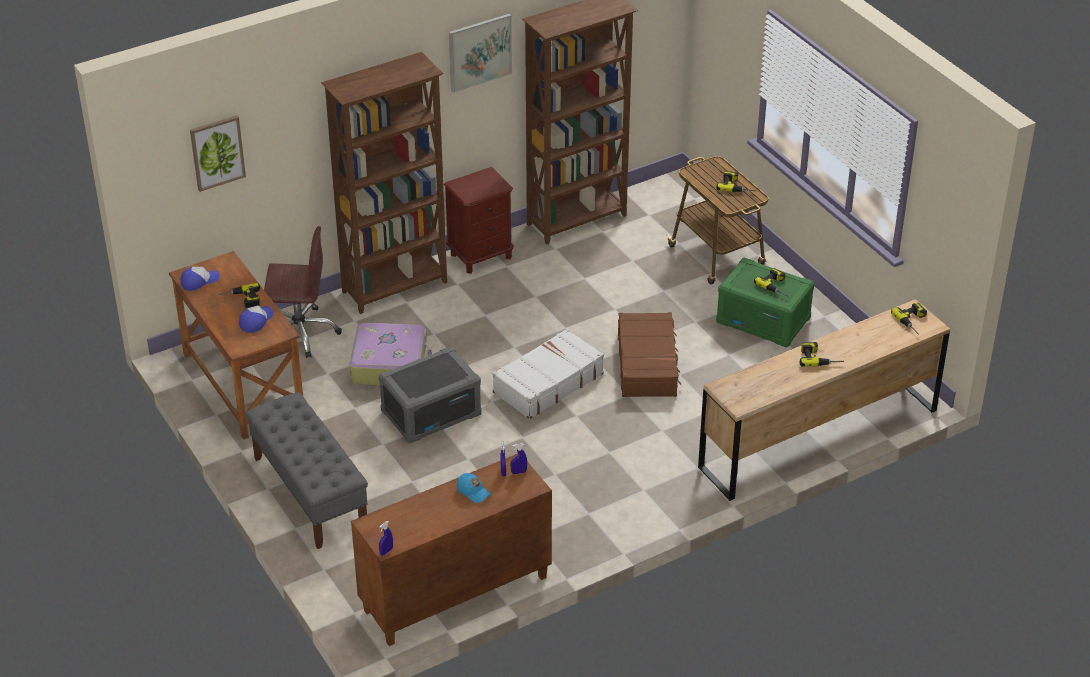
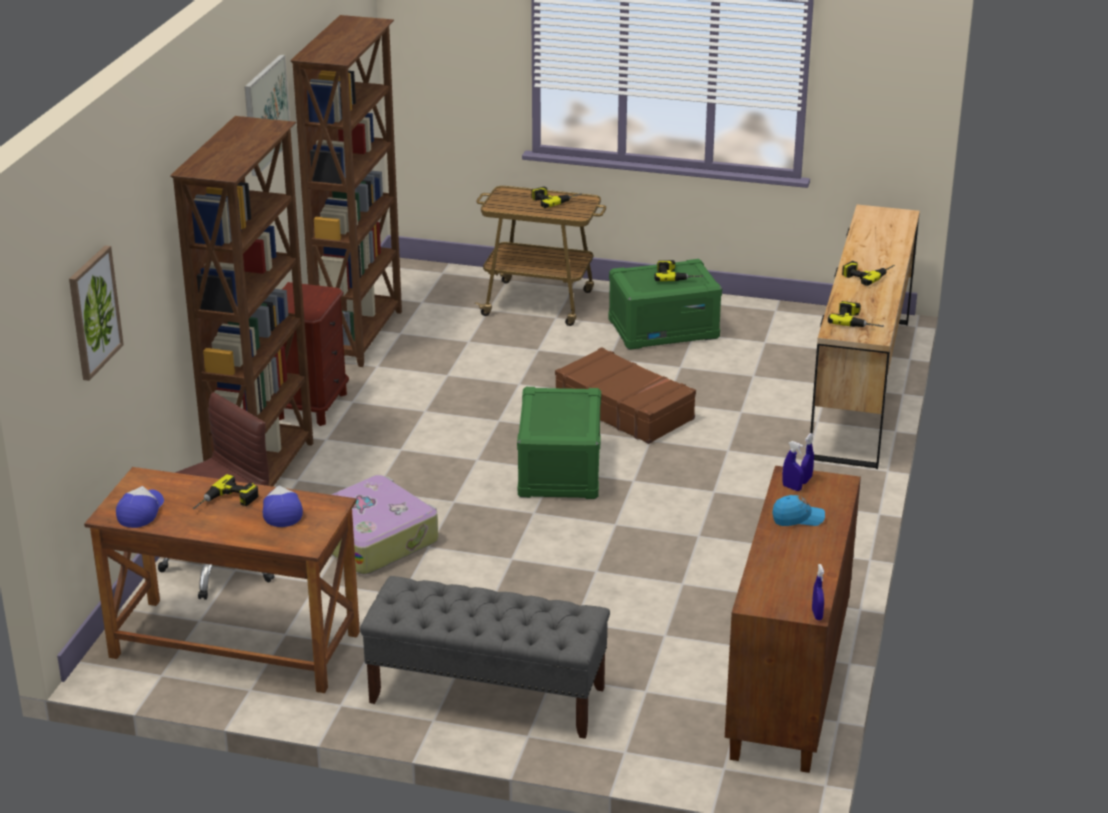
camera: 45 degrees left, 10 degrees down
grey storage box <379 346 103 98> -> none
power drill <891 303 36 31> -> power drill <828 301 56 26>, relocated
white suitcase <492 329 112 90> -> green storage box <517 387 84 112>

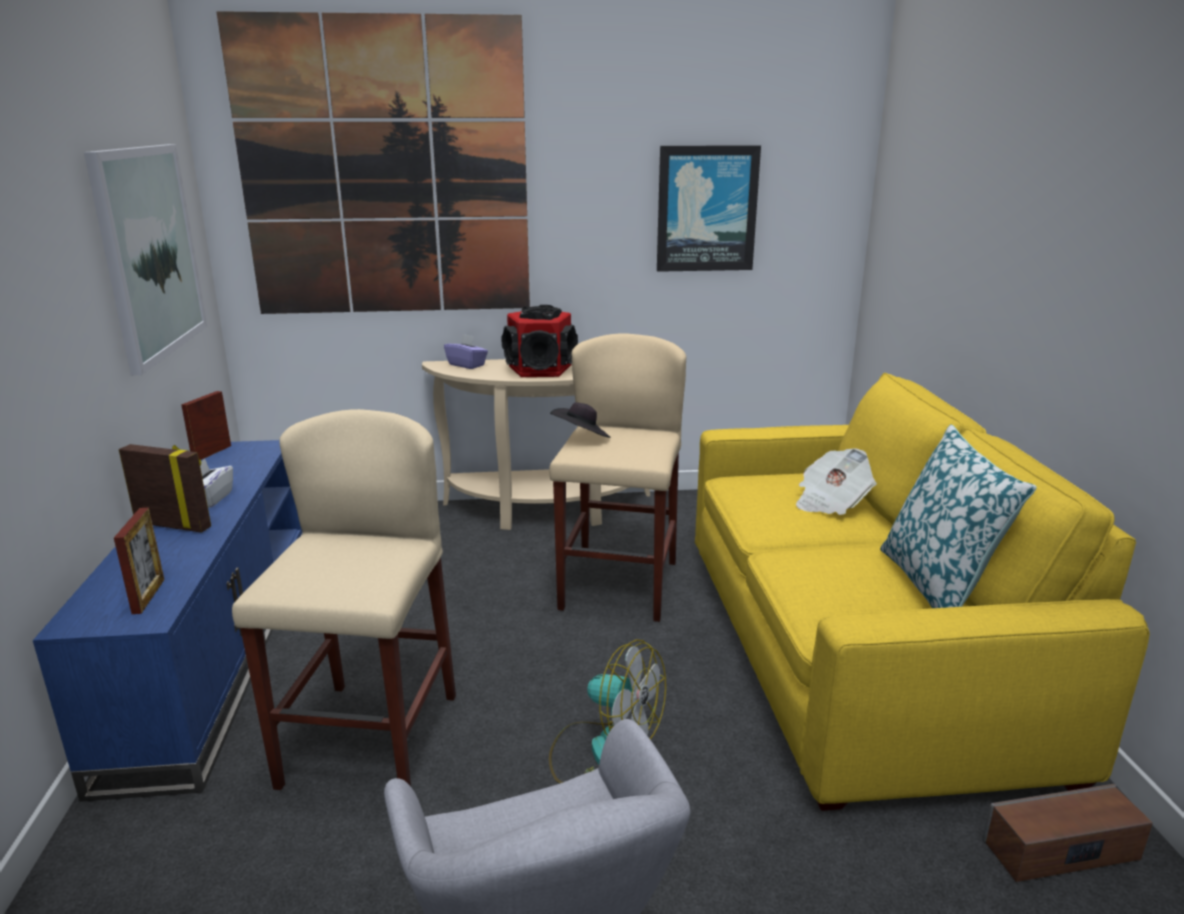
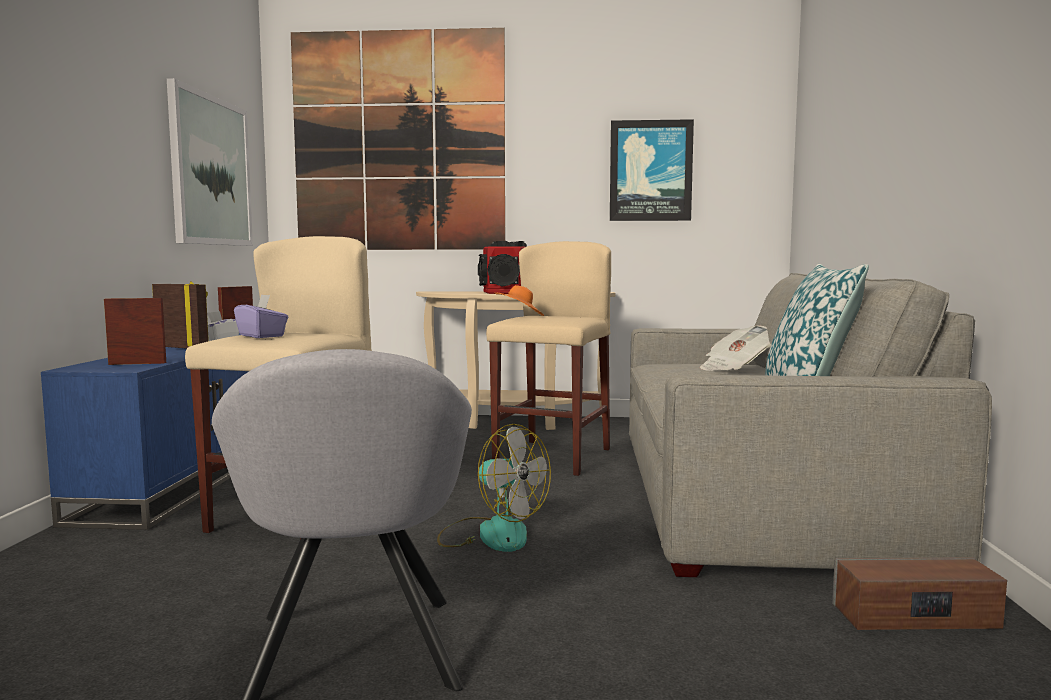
camera: 10 degrees right, 15 degrees down
purple tissue box <444 334 44 35> -> purple tissue box <234 294 54 44>, relocated
black hat <550 402 61 36> -> orange hat <494 285 50 31>
yellow sofa <695 373 455 438> -> grey sofa <629 273 363 304>
picture frame <114 508 50 106> -> picture frame <104 298 62 67>, 105 degrees counterclockwise

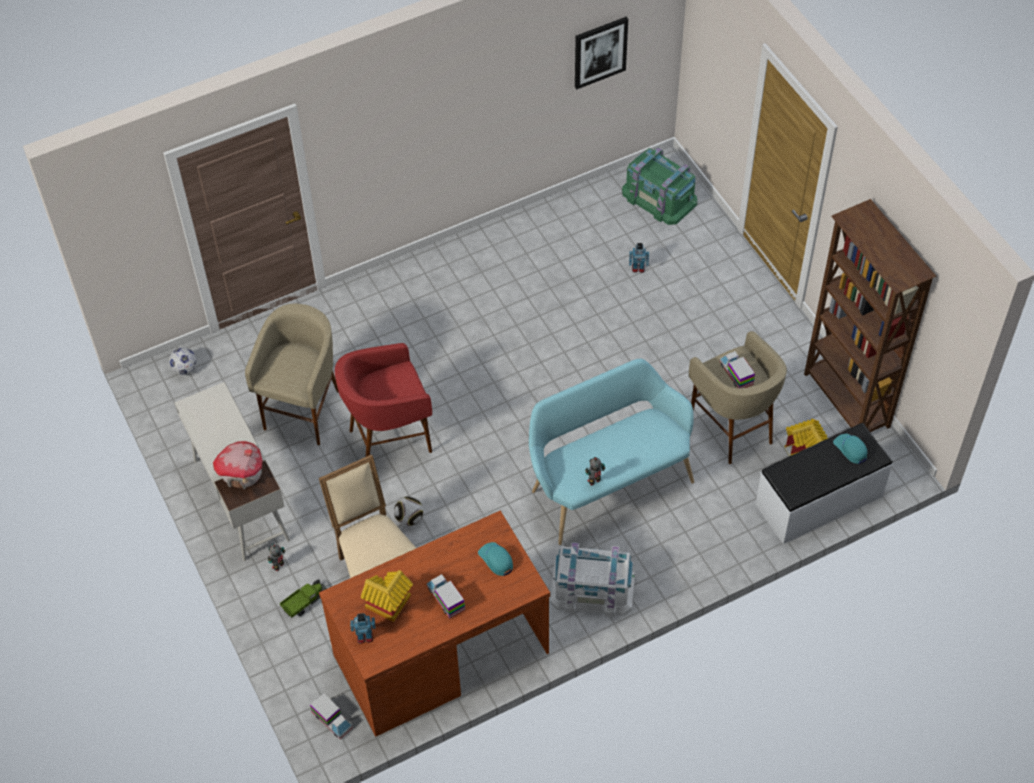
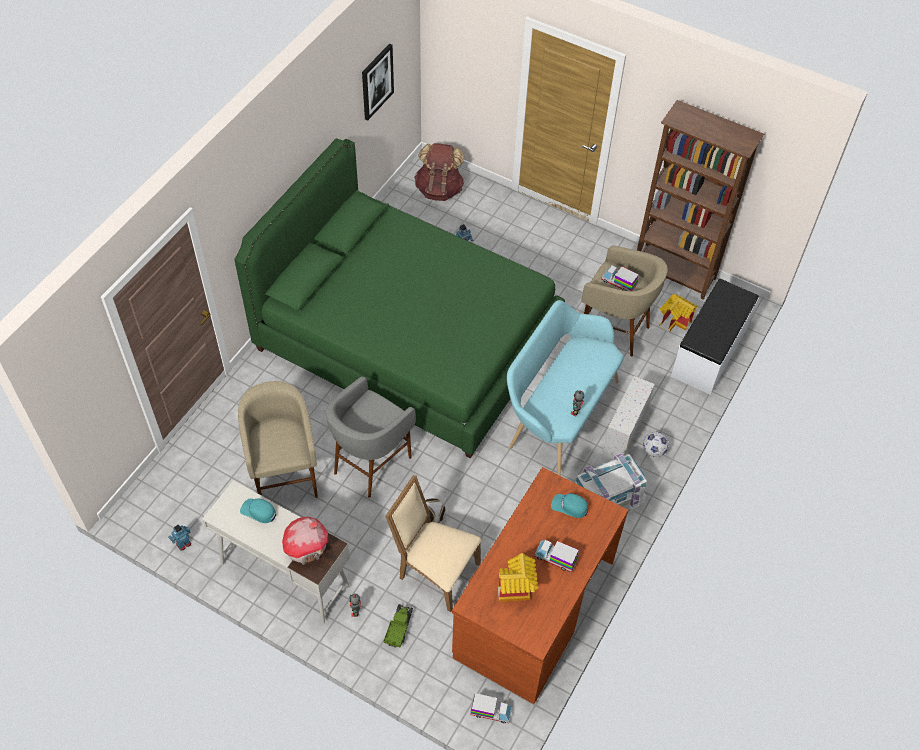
camera: 35 degrees left, 0 degrees up
none -> green bed <234 138 331 320>
none -> white storage box <603 376 52 80>
football <169 348 28 27> -> football <643 432 26 25>, relocated
toy robot <350 613 25 31> -> toy robot <168 525 23 26>, relocated
turquoise cap <833 434 34 30> -> turquoise cap <240 498 36 25>, relocated
green storage box <622 148 75 77> -> brown backpack <414 143 51 58>
red stool <335 343 97 114> -> grey stool <325 376 91 122>

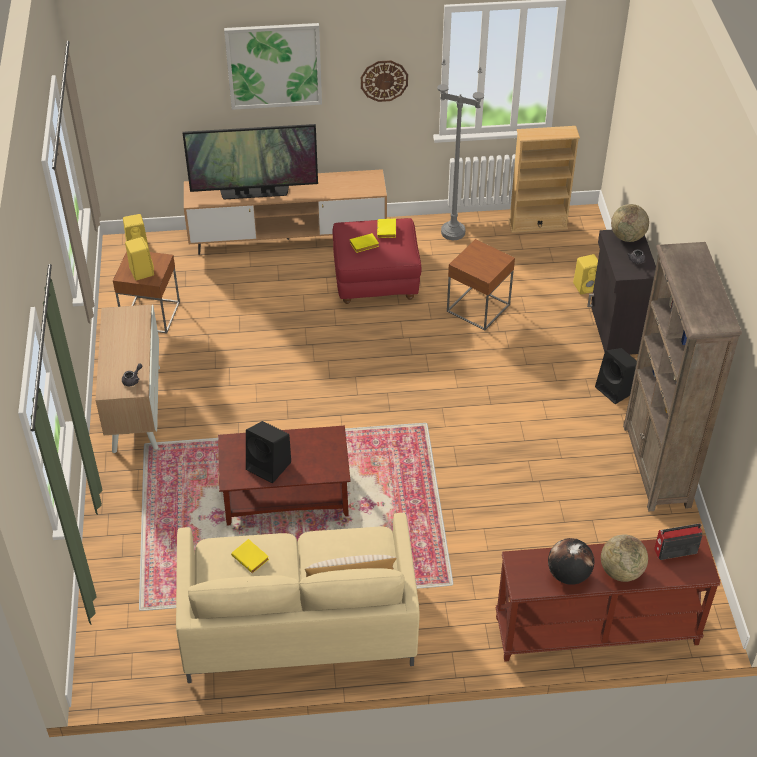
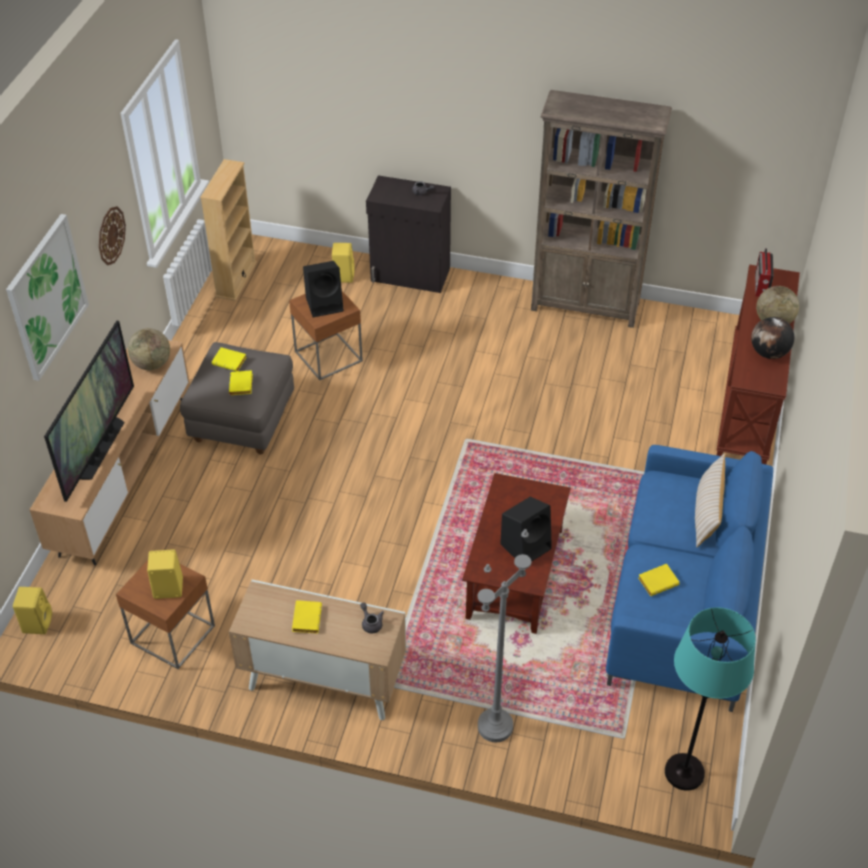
camera: 70 degrees left, 0 degrees up
none -> yellow book <292 600 30 34>
none -> turquoise floor lamp <665 607 91 184>
grey floor lamp <437 59 47 181> -> grey floor lamp <478 529 53 214>, relocated
black speaker <595 348 42 56> -> black speaker <303 261 41 56>, relocated
globe <611 204 38 38> -> globe <128 328 42 42>, relocated
beige sofa <176 513 244 170> -> blue sofa <606 445 167 267>
red ottoman <333 218 89 86> -> grey ottoman <180 342 114 112>

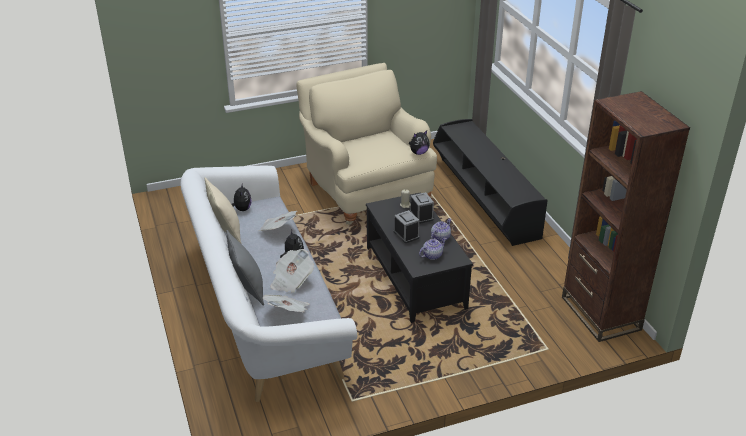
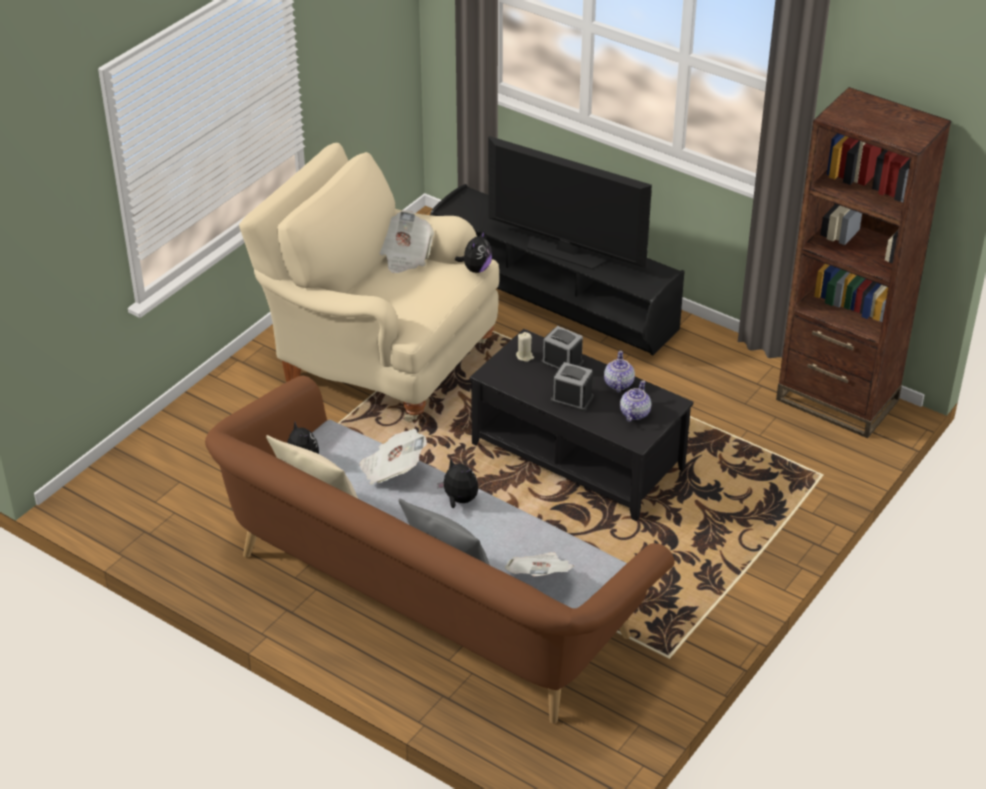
camera: 35 degrees left, 5 degrees up
none -> television <488 136 164 133>
newspaper <271 249 43 43> -> newspaper <380 210 54 63>, relocated
white sofa <180 166 177 236> -> brown sofa <205 376 470 348>

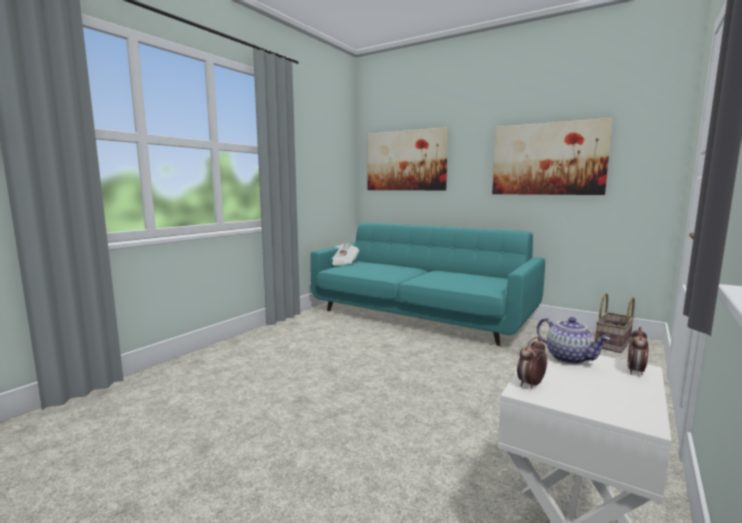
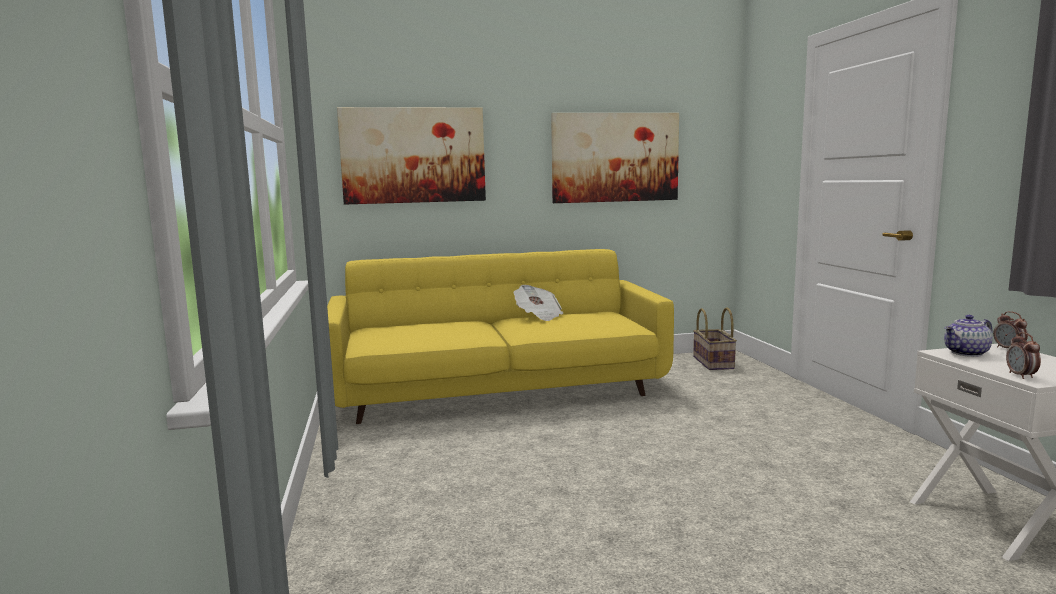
camera: 45 degrees left, 0 degrees up
newspaper <332 243 27 23> -> newspaper <513 285 51 36>, relocated
turquoise sofa <310 223 235 123> -> yellow sofa <327 249 347 175>
teapot <537 317 73 47> -> teapot <944 315 49 42>, 150 degrees clockwise

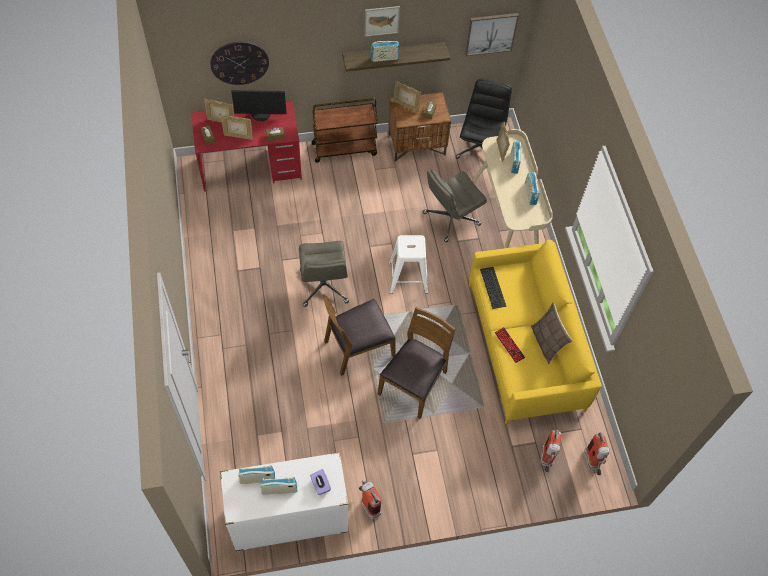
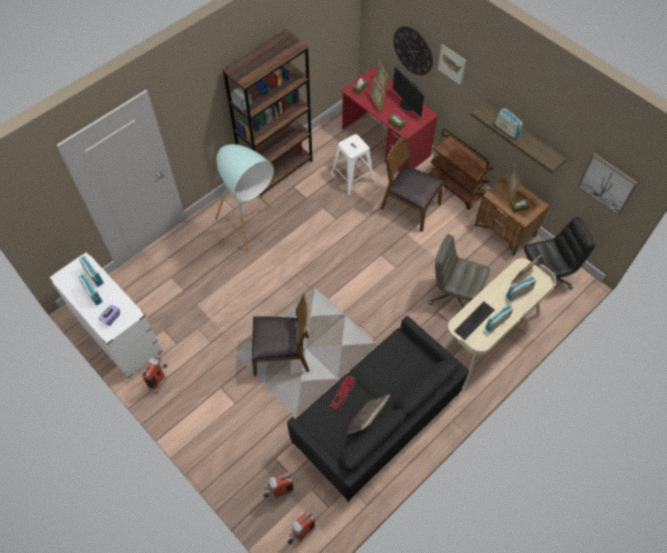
camera: 60 degrees right, 0 degrees up
grey office chair <299 241 50 66> -> none
none -> turquoise floor lamp <215 144 59 108>
none -> brown bookcase <222 29 91 170>
brown chair <323 294 73 82> -> brown chair <381 135 63 97>, relocated
picture <365 6 35 31> -> picture <437 44 29 41>, relocated
white stool <389 235 39 59> -> white stool <330 134 45 62>, relocated
keyboard <480 267 26 42> -> keyboard <454 301 41 39>, relocated
yellow sofa <469 240 133 184> -> black sofa <287 316 182 186>

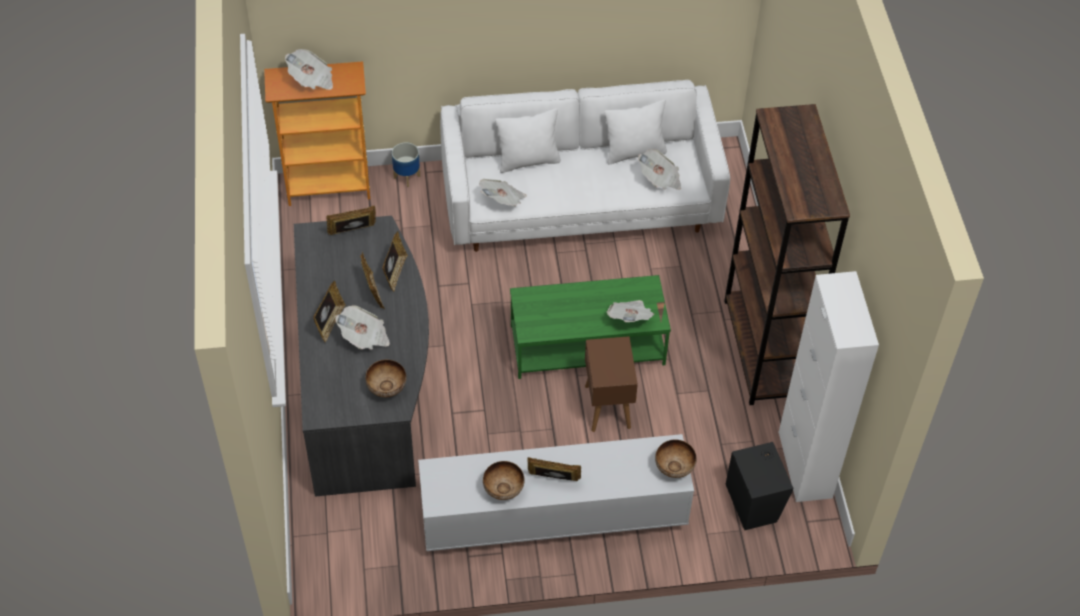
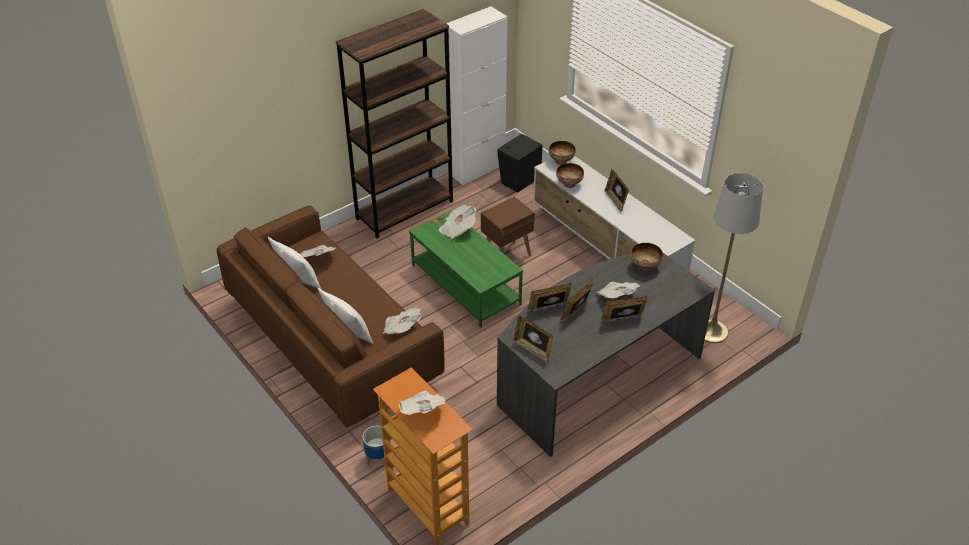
camera: 120 degrees left, 10 degrees down
none -> grey floor lamp <704 173 59 170>
bowl <483 461 42 39> -> bowl <556 163 28 25>, relocated
white sofa <440 80 290 172> -> brown sofa <217 205 228 223>

